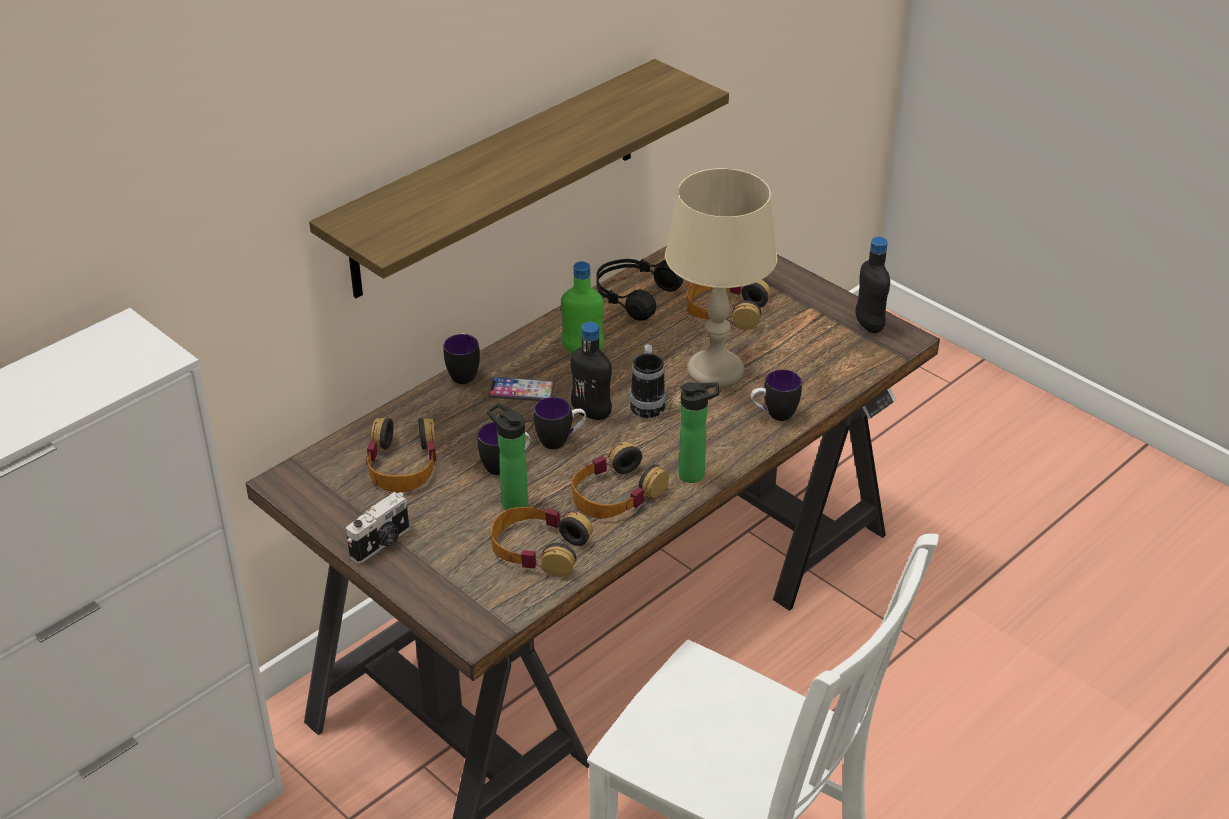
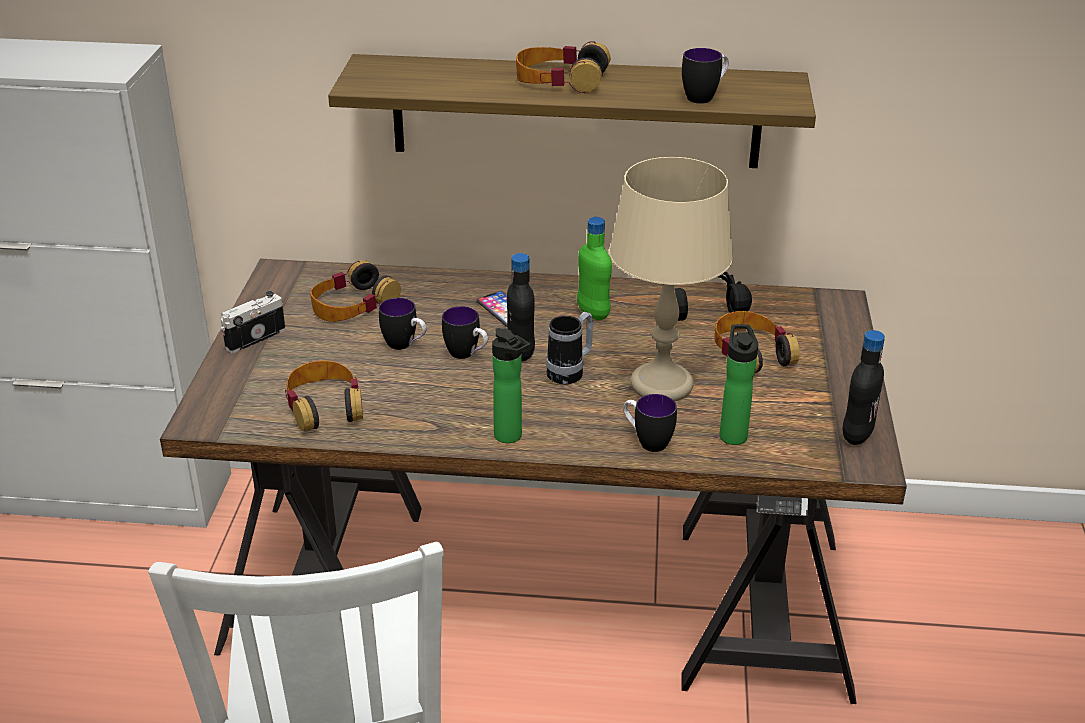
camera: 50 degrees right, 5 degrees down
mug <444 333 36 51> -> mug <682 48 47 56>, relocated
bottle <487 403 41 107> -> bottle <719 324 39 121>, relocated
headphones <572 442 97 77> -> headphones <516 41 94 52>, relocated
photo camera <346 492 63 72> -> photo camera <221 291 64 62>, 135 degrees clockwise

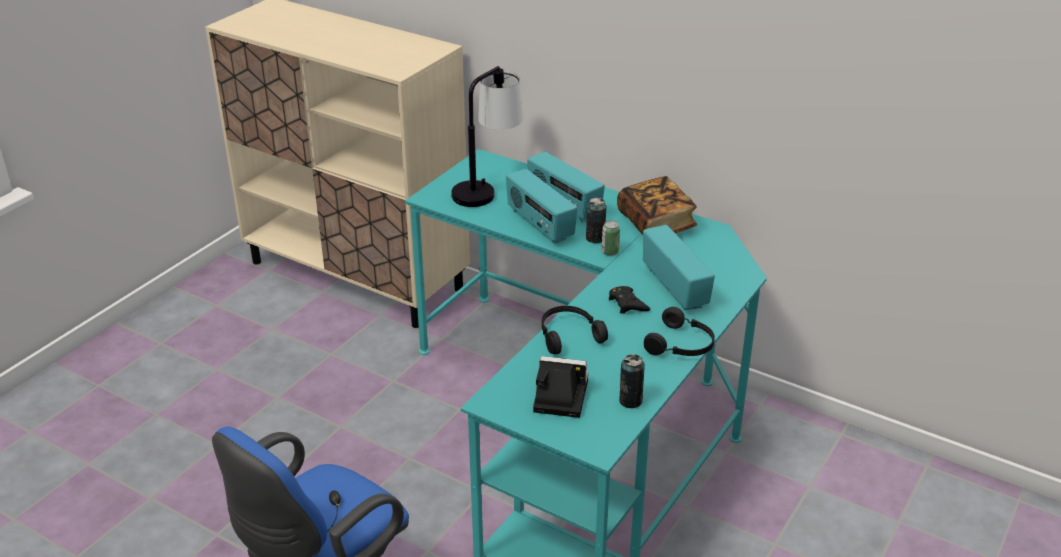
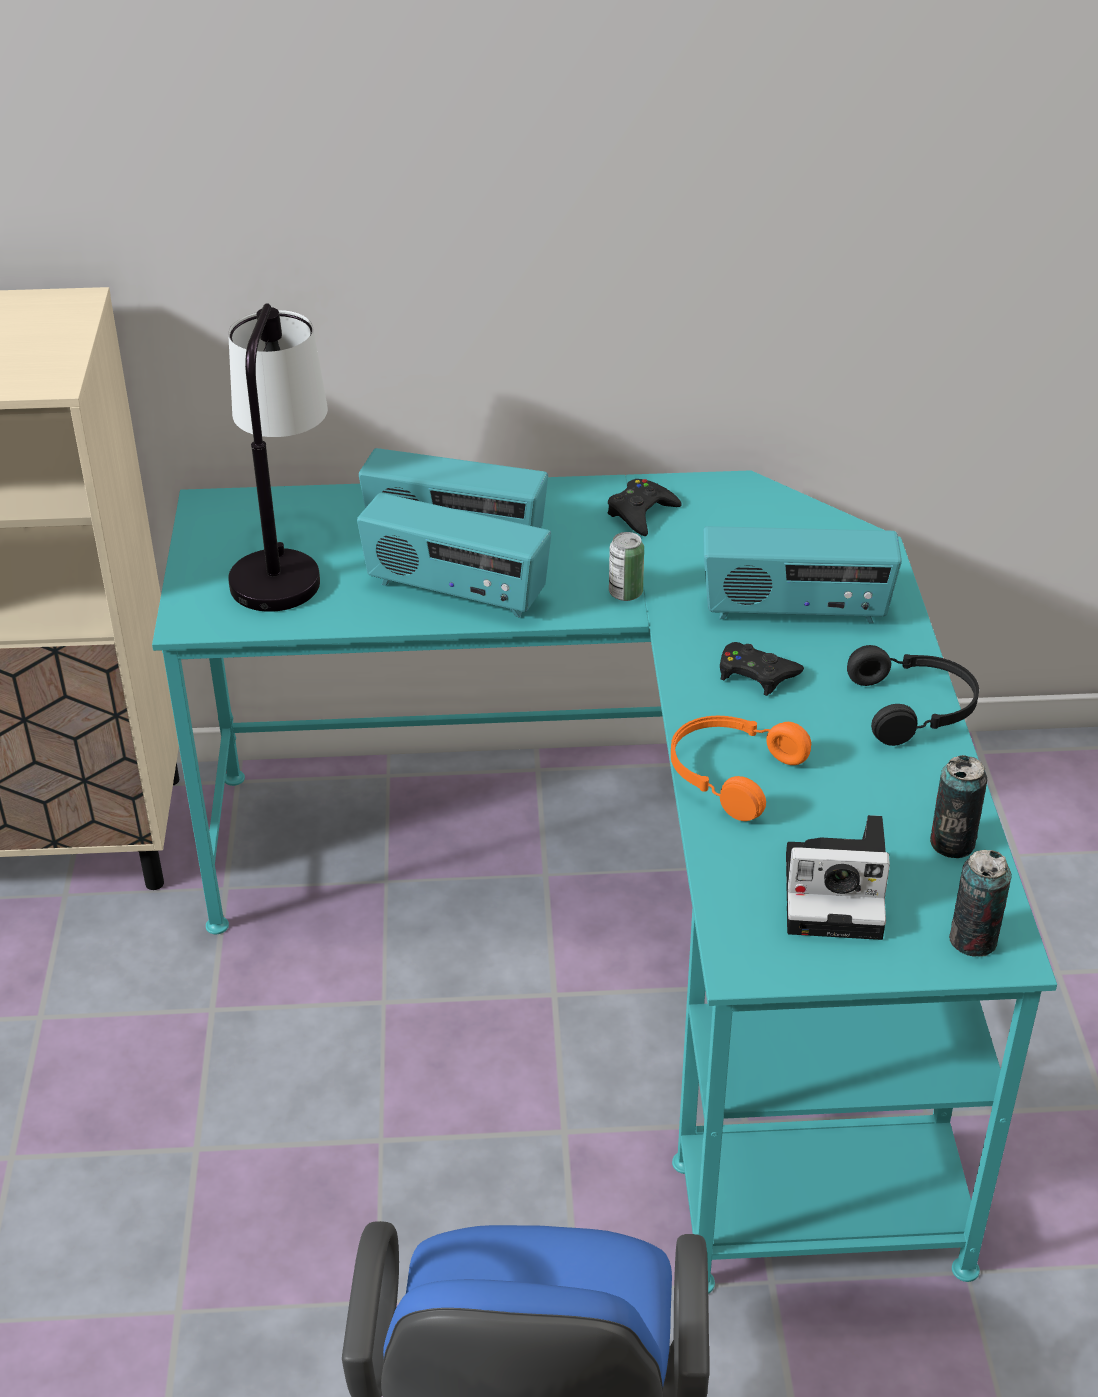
camera: 35 degrees left, 5 degrees up
can <586 198 20 45> -> can <949 850 62 107>, relocated
book <617 176 80 59> -> black game controller <608 479 74 57>
black headphones <542 306 66 48> -> orange headphones <671 716 140 105>
photo camera <533 356 56 62> -> photo camera <786 815 104 125>, 150 degrees counterclockwise
radio <643 225 72 85> -> radio <703 526 199 97>, 150 degrees clockwise

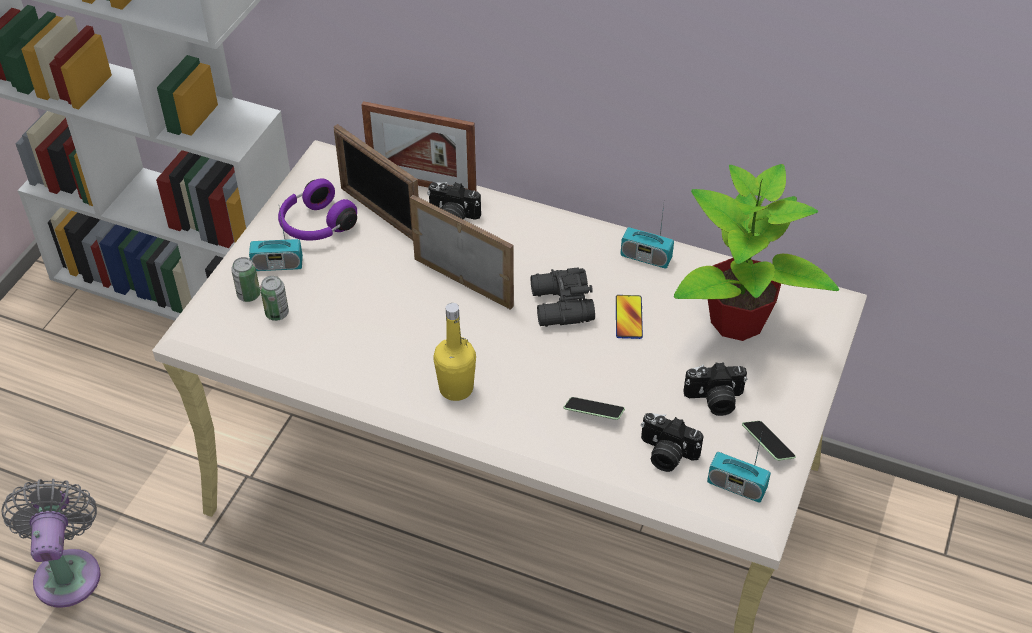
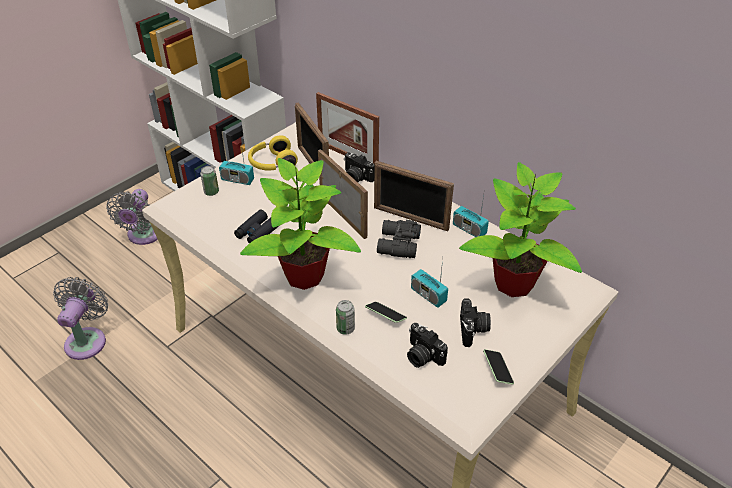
camera: 20 degrees right, 5 degrees down
phone <616 295 27 44> -> none
none -> grey fan <106 189 52 56>
none -> black binoculars <234 210 45 33>
none -> picture frame <374 161 80 70>
can <260 276 29 45> -> can <336 300 19 35>, relocated
radio <707 434 64 69> -> radio <411 260 37 48>, relocated
yellow bottle <433 303 43 98> -> potted plant <240 158 121 132>
purple headphones <278 178 79 63> -> yellow headphones <248 135 50 36>
photo camera <683 362 64 54> -> photo camera <460 298 31 49>, 105 degrees counterclockwise

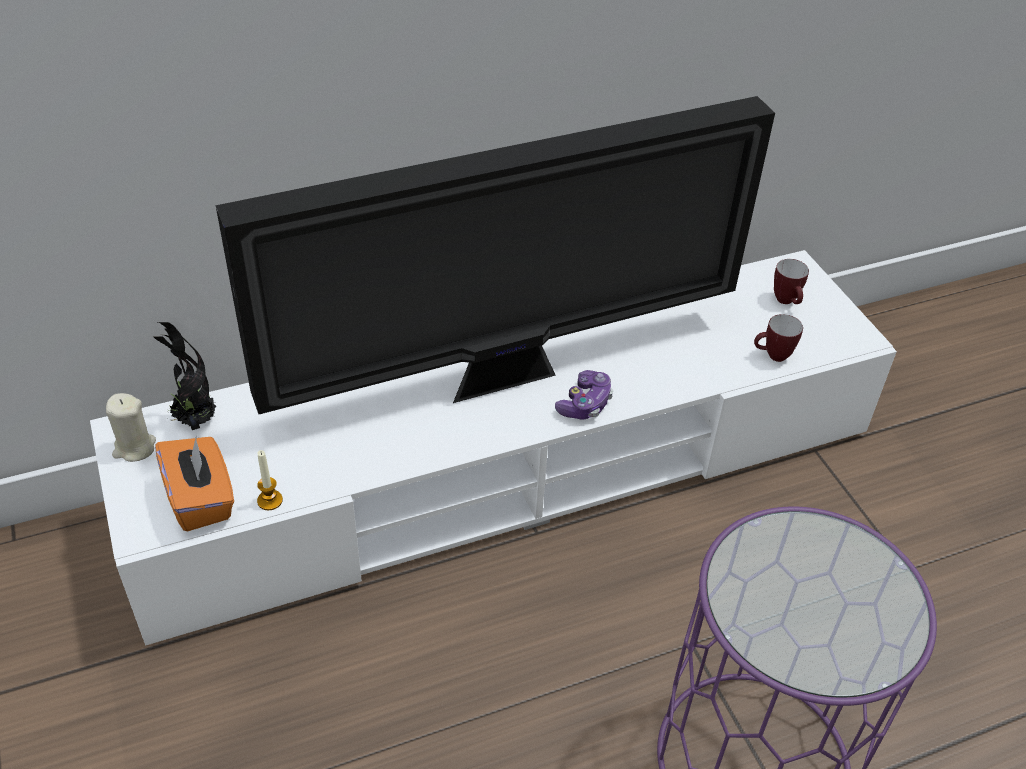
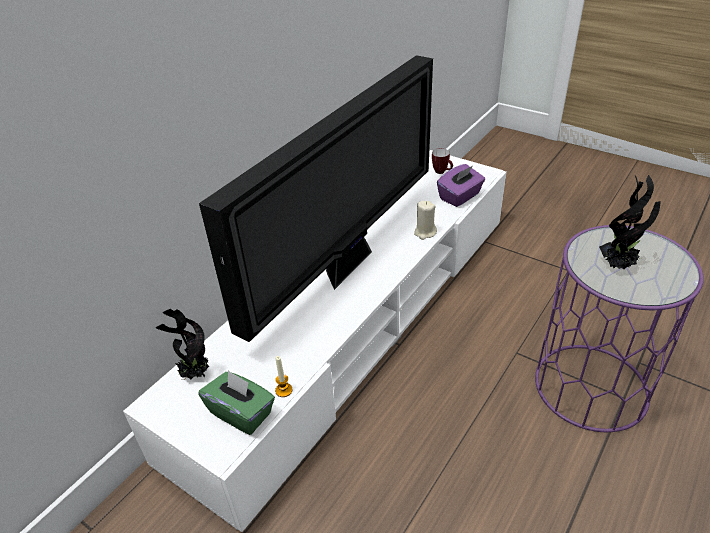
camera: 30 degrees left, 5 degrees down
game controller <555 370 58 49> -> none
none -> potted plant <599 175 61 94>
beige candle <106 393 50 69> -> beige candle <414 201 23 39>, relocated
mug <754 314 49 48> -> purple tissue box <437 164 48 43>
orange tissue box <155 435 79 96> -> green tissue box <198 370 77 65>

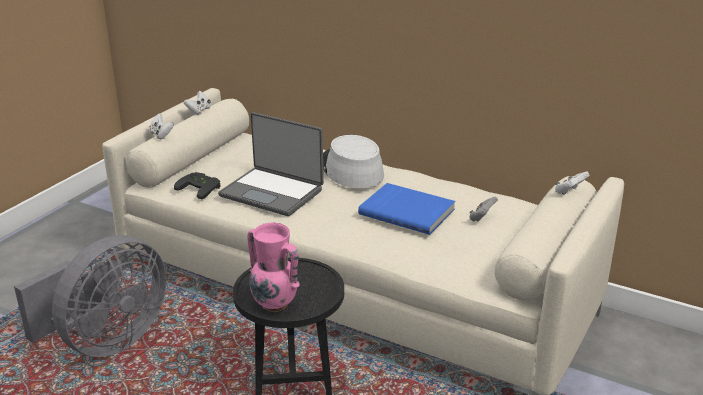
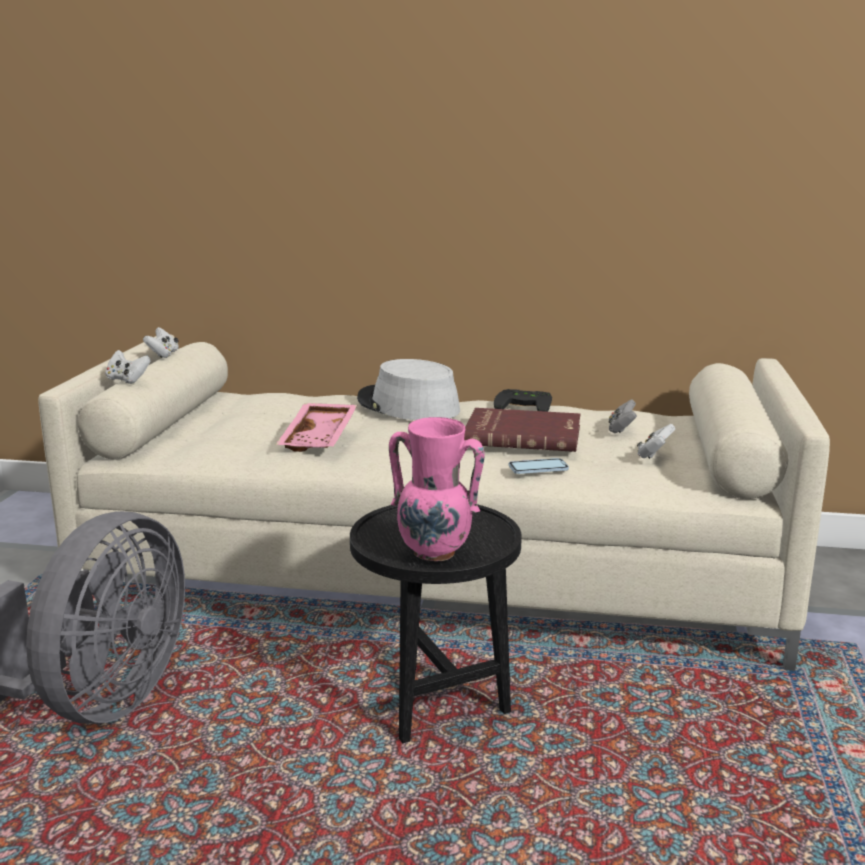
camera: 20 degrees left, 10 degrees down
none -> phone <509 458 60 16>
black game controller <174 172 47 27> -> black game controller <494 389 58 23>, relocated
white game controller <555 171 34 24> -> white game controller <637 424 38 35>, relocated
laptop <218 112 106 104> -> pink tray <276 403 81 49>
blue book <358 183 98 52> -> red book <464 408 117 44>

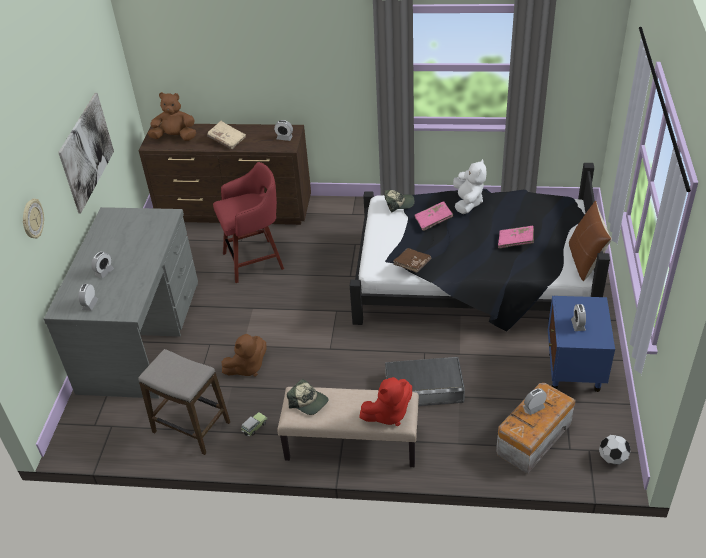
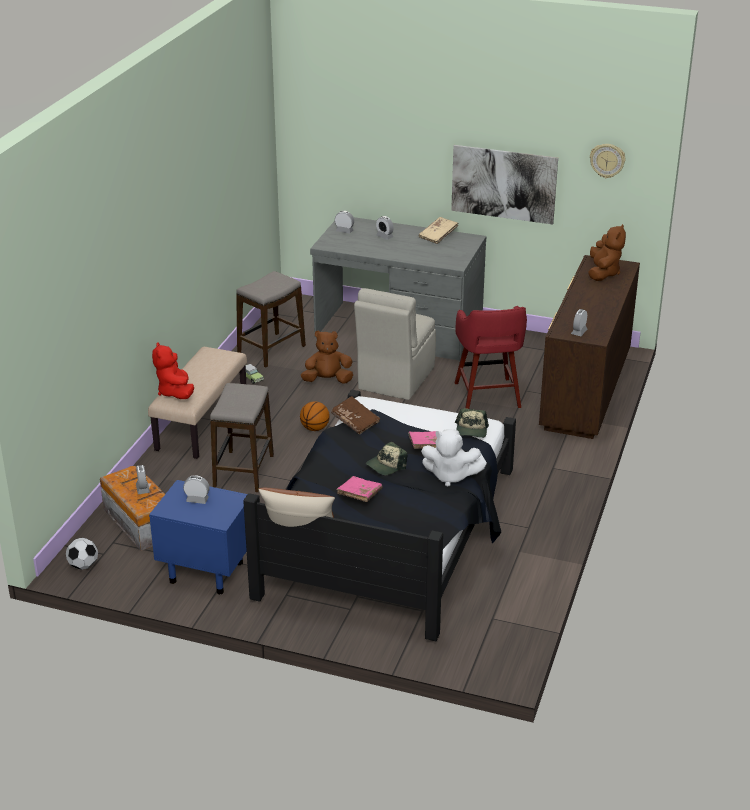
camera: 100 degrees right, 10 degrees down
none -> basketball <300 401 30 30>
none -> beige chair <354 288 82 112>
wall clock <22 198 22 40> -> wall clock <590 144 36 34>, relocated
beige book <207 121 39 28> -> beige book <419 217 40 27>, relocated
cap <287 379 42 36> -> cap <366 442 41 33>, relocated
grey storage box <385 357 80 49> -> stool <210 383 64 109>
brown plush toy <222 334 45 43> -> brown plush toy <301 330 52 53>, 105 degrees clockwise

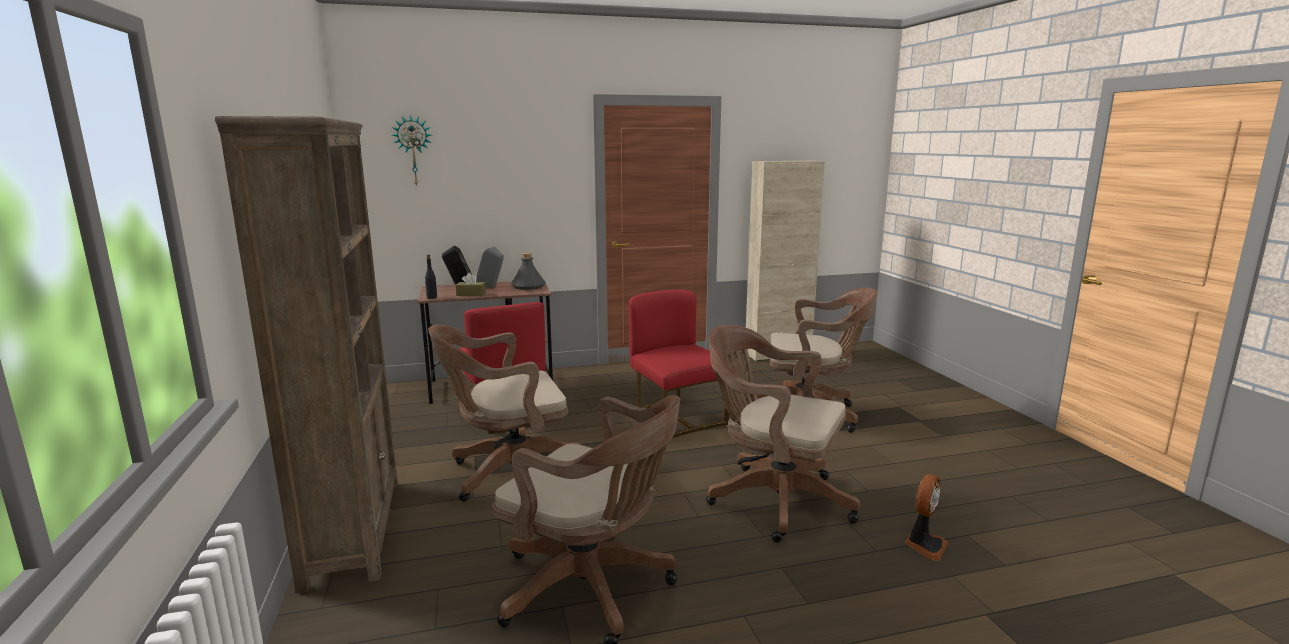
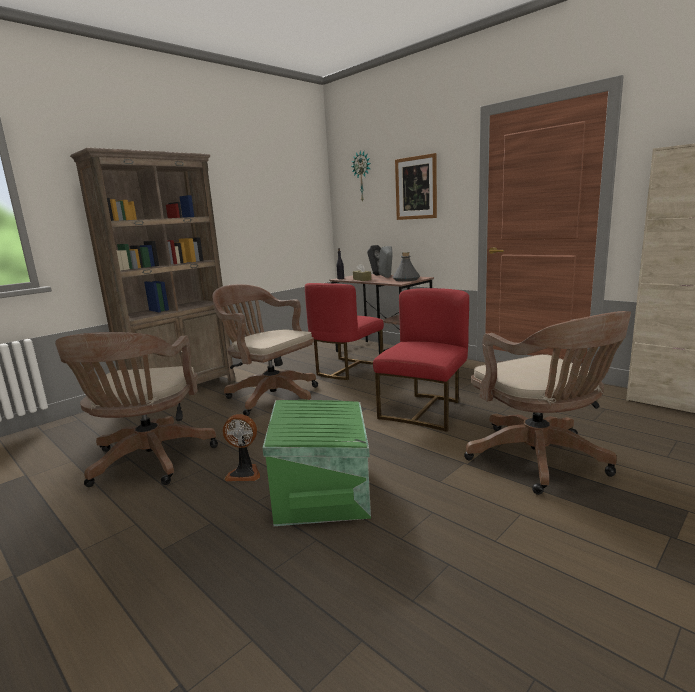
camera: 60 degrees right, 0 degrees up
none -> picture <395 153 42 67>
fan <905 474 43 86> -> fan <223 414 37 67>, relocated
brown office chair <706 325 154 218> -> green storage box <263 400 108 126>

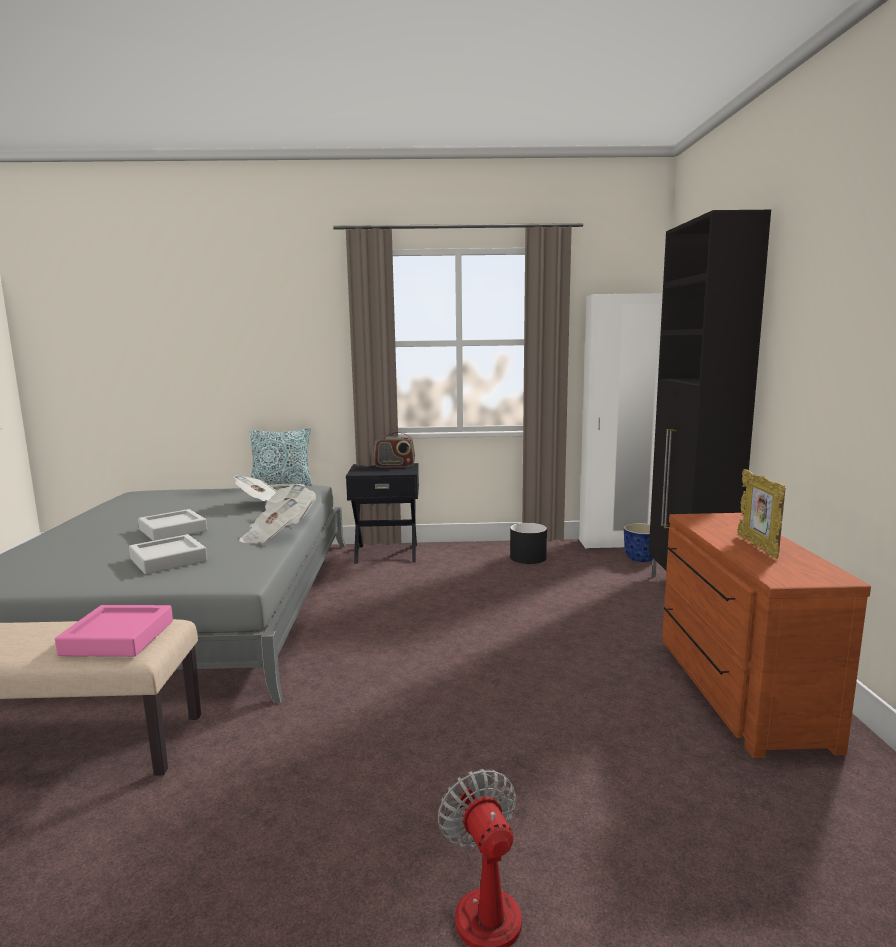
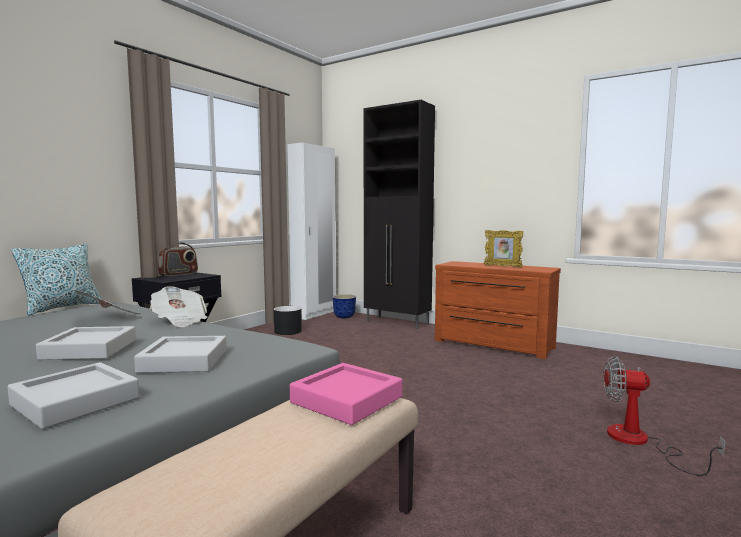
camera: 55 degrees left, 5 degrees down
newspaper <239 498 62 45> -> none
none -> grey tray <8 362 131 67>

